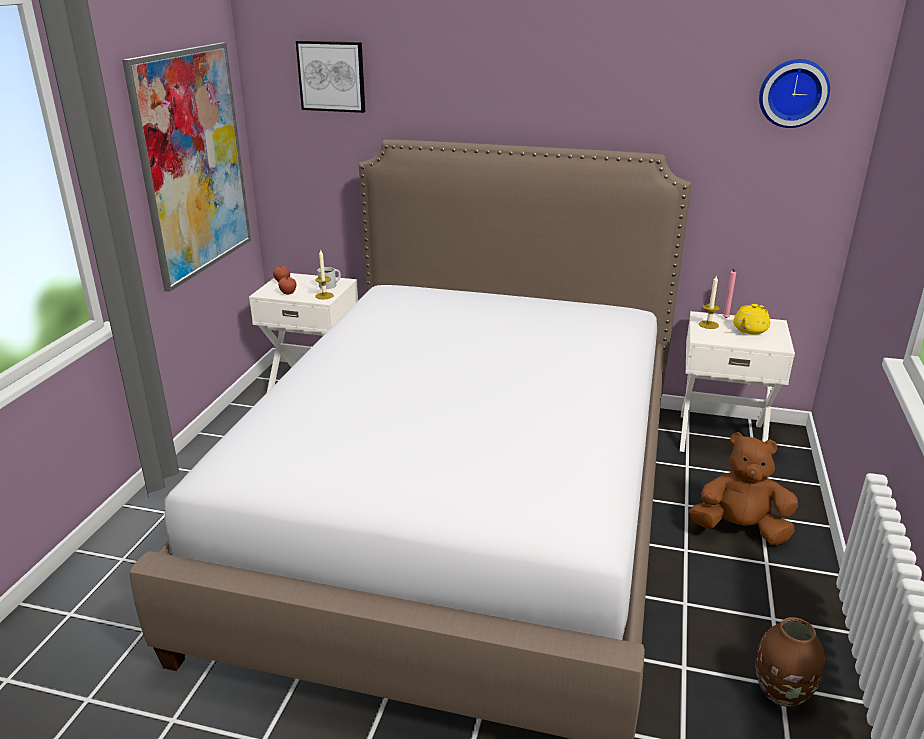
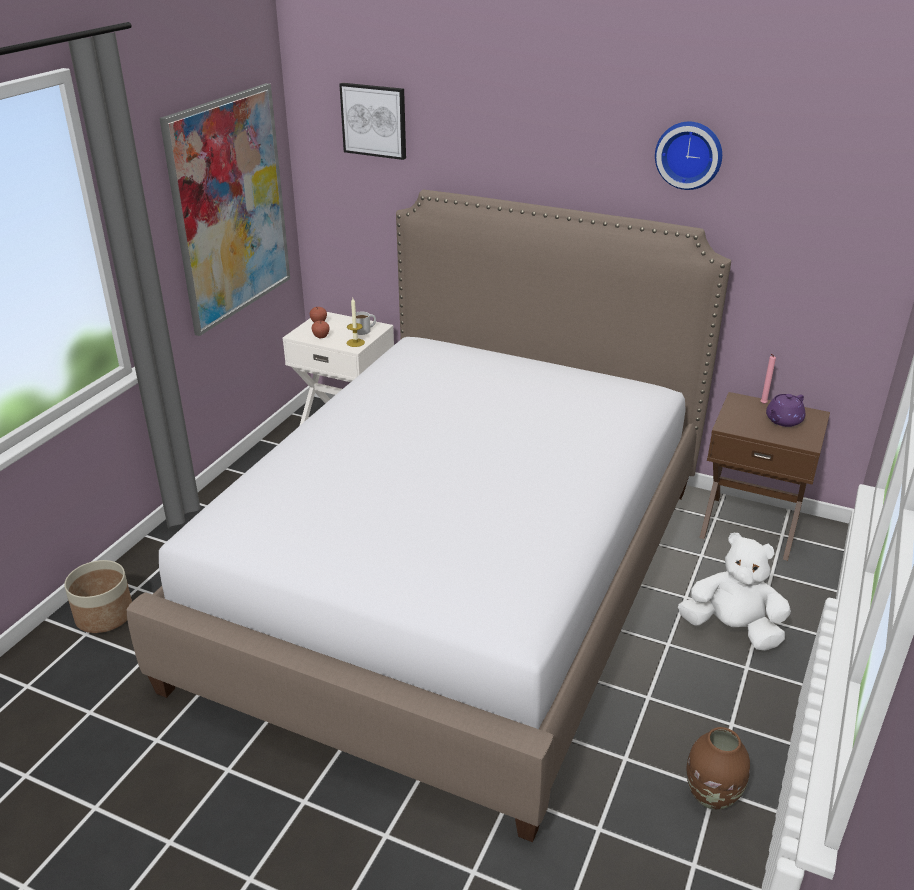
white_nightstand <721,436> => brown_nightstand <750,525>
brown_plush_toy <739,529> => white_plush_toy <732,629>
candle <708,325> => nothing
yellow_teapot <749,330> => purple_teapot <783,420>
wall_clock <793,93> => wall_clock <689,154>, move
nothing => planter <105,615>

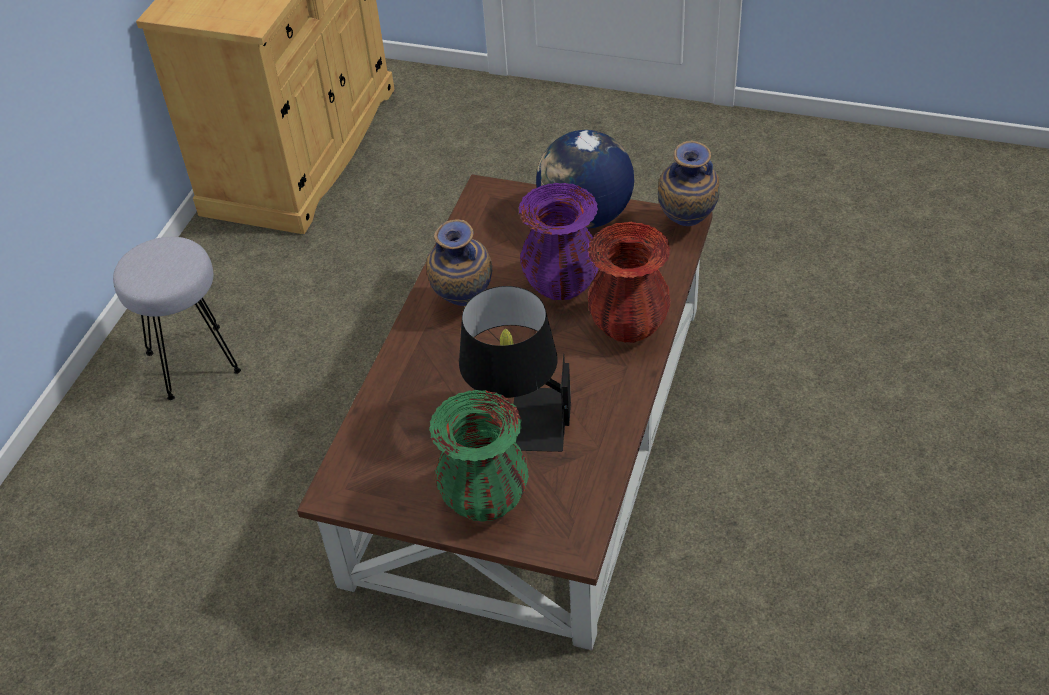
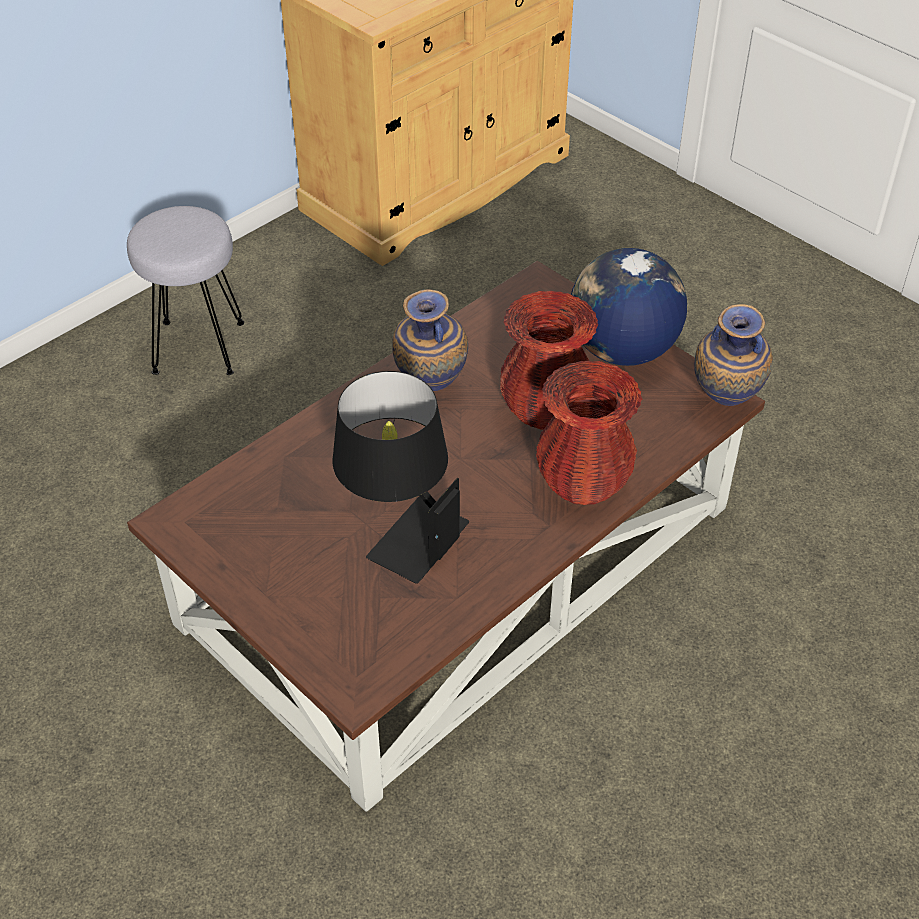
green_vase <484,499> => nothing
purple_vase <561,284> => red_vase <545,410>

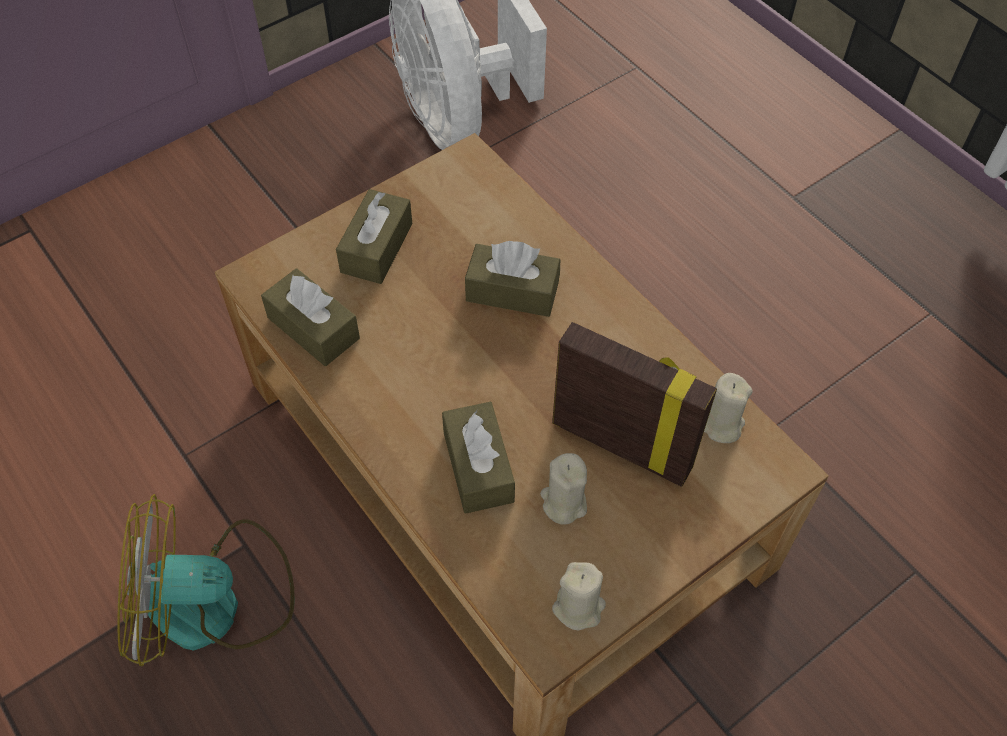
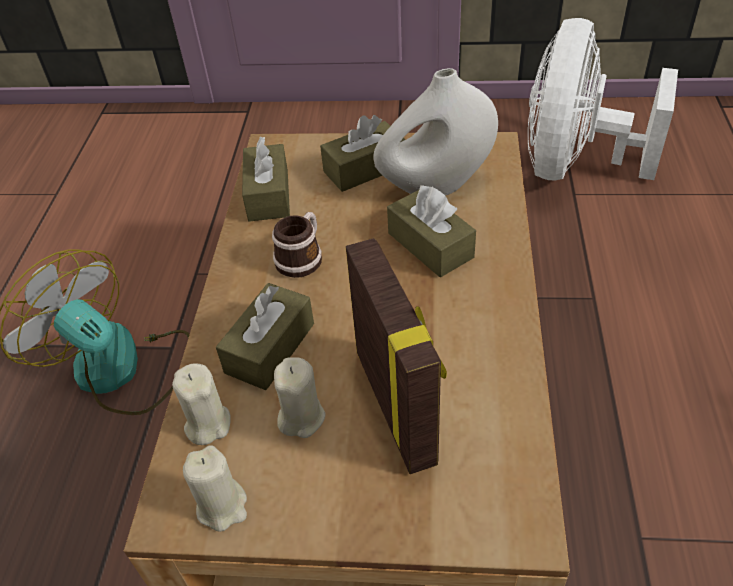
beige_candle <720,424> => beige_candle <207,424>, move
nothing => mug <302,257>
nothing => white_vase <435,187>

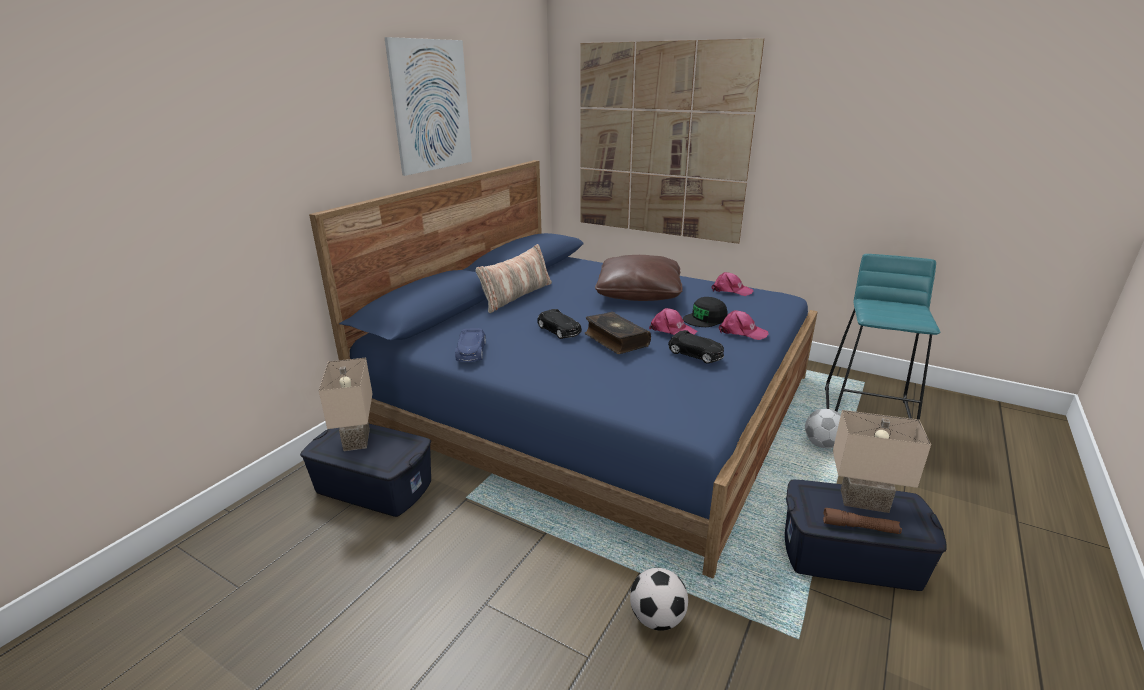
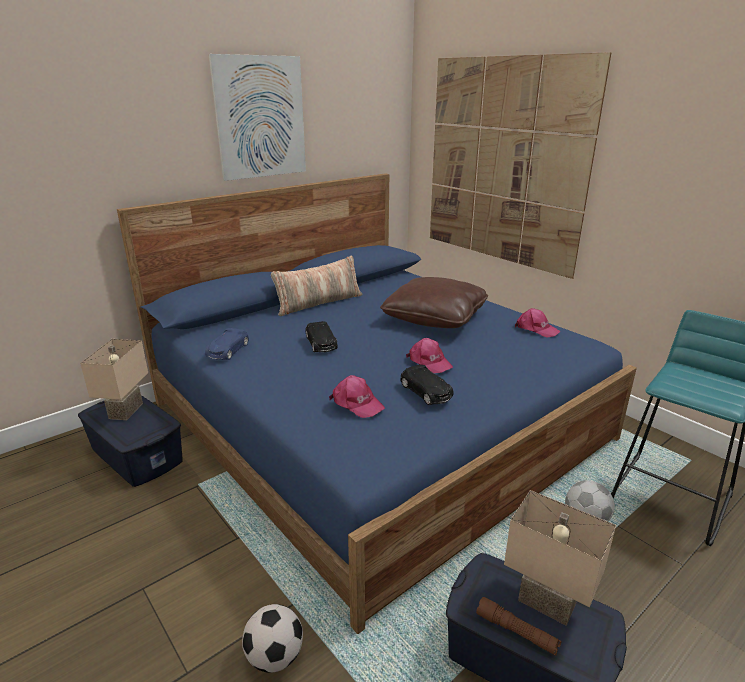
book <615,340> => nothing
black_cap <705,319> => nothing
pink_cap <741,332> => pink_cap <356,403>, move

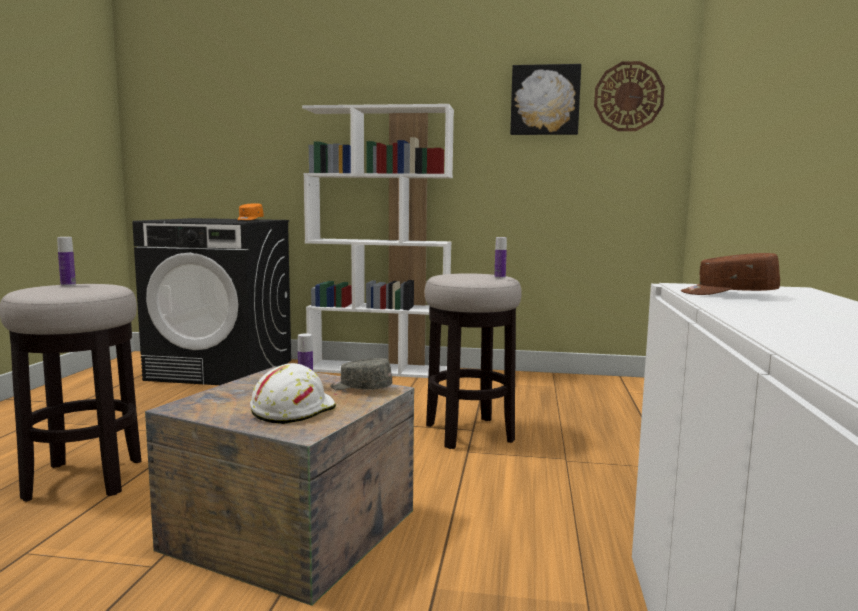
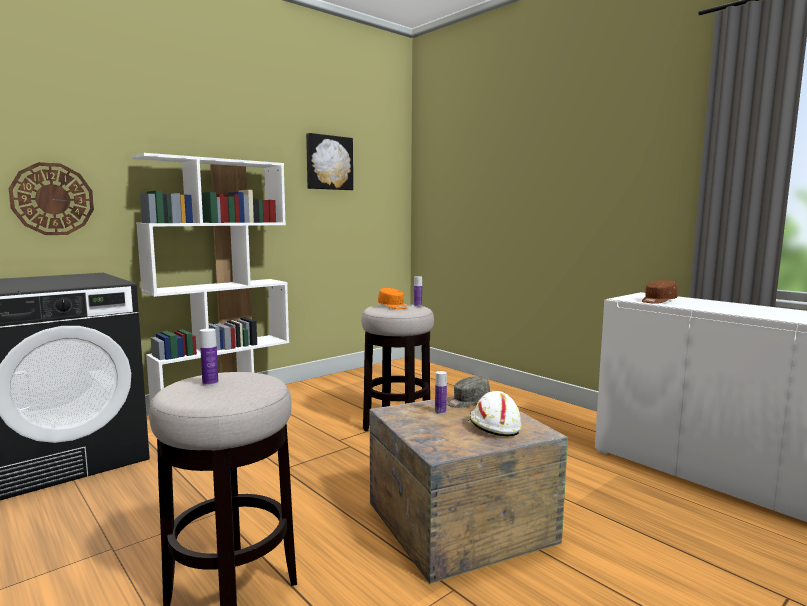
orange_cap <249,219> => orange_cap <393,306>, move
wall_clock <628,96> => wall_clock <52,199>, move

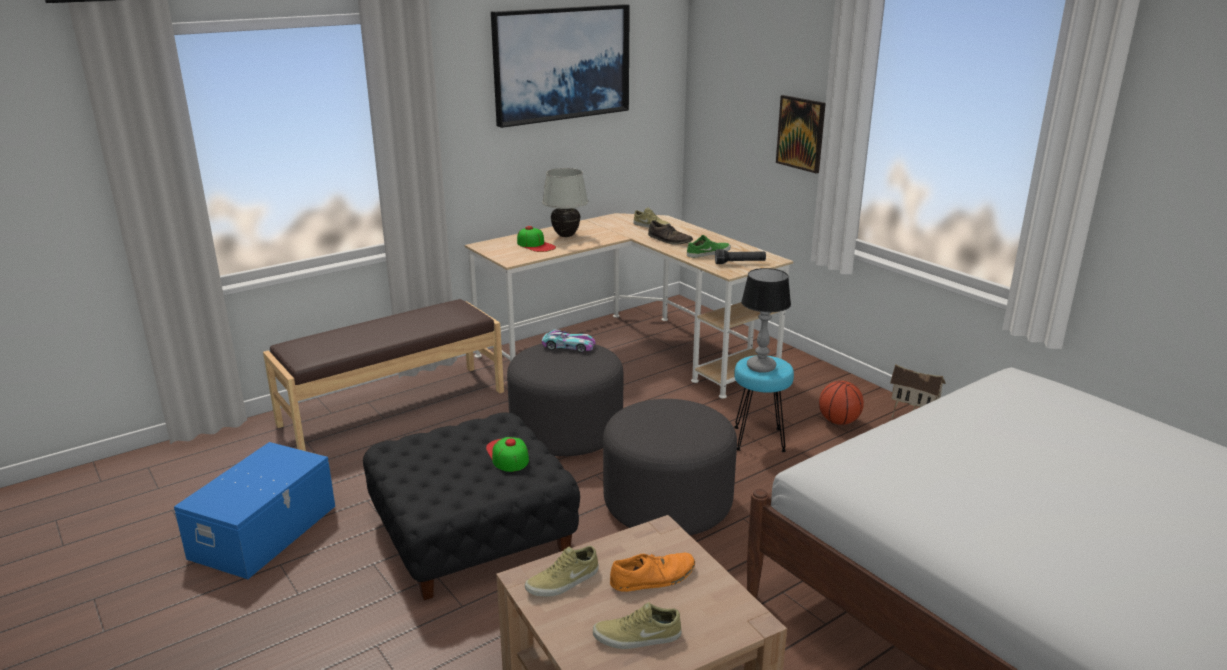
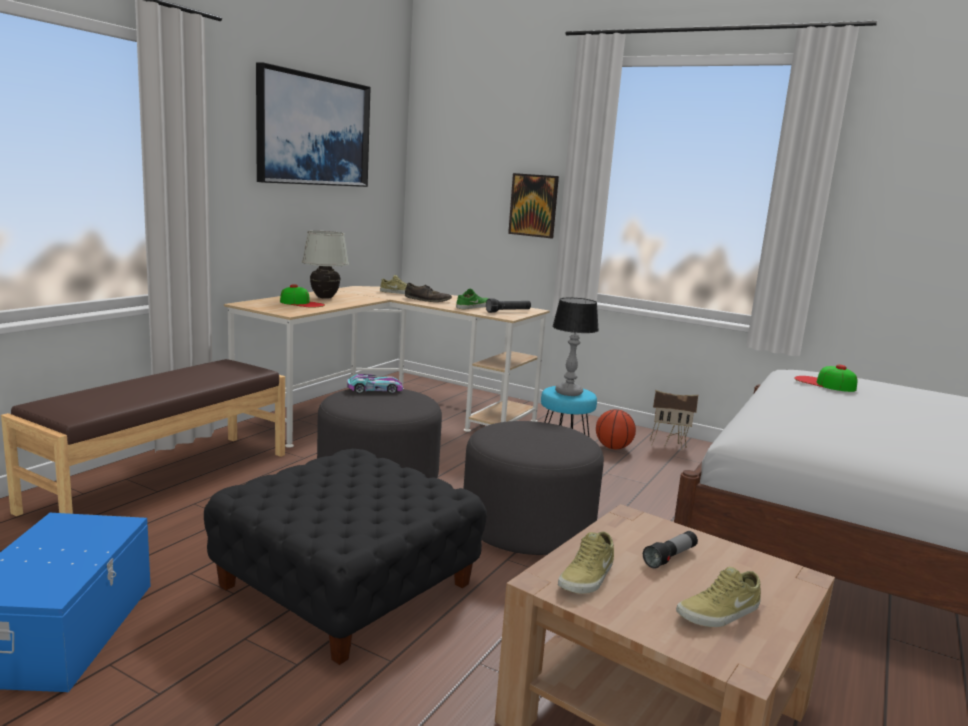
cap <507,454> => cap <824,383>, move
orange_shoe <653,578> => flashlight <670,557>

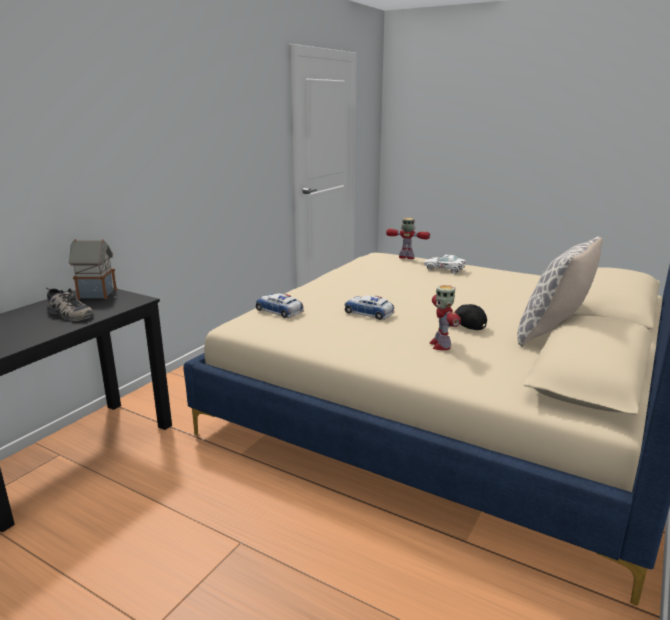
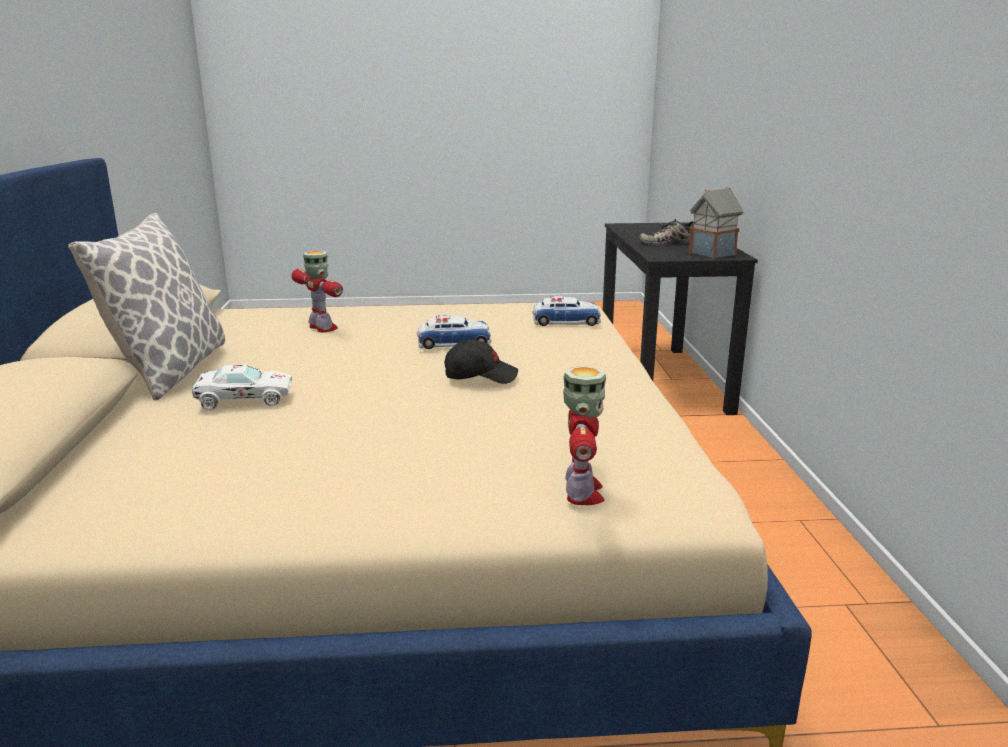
toy_robot <407,257> => toy_robot <582,493>, 75 degrees counterclockwise
white_toy_car <446,269> => white_toy_car <241,399>, move
black_cap <463,325> => black_cap <480,376>, move

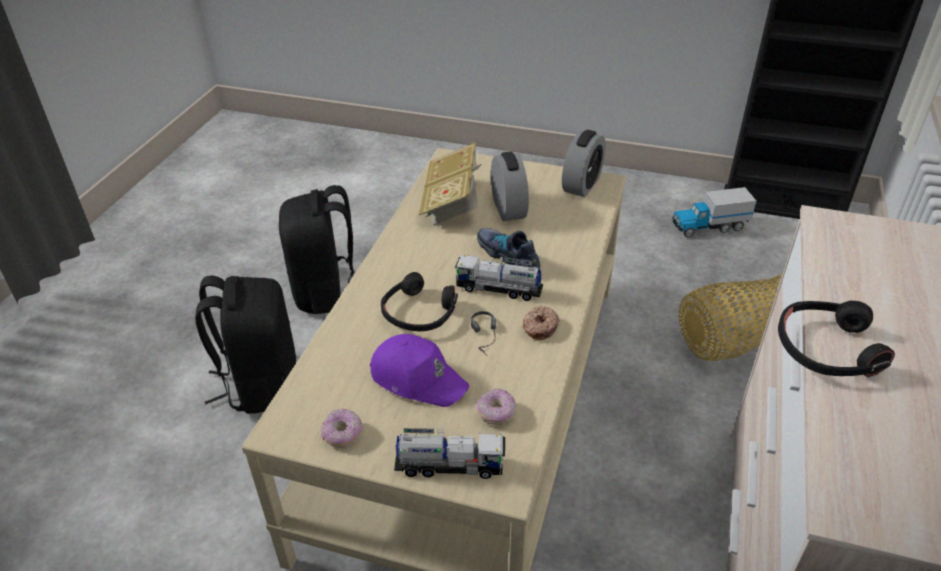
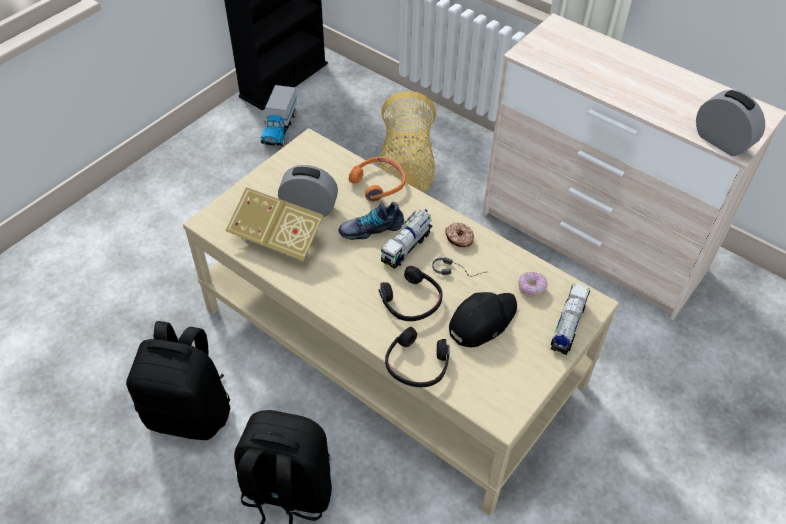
donut <343,435> => nothing
purple_cap <418,378> => black_cap <481,321>
alarm_clock <582,185> => alarm_clock <721,141>, move
black_headphones <826,349> => black_headphones <417,364>, move
nothing => orange_headphones <378,183>

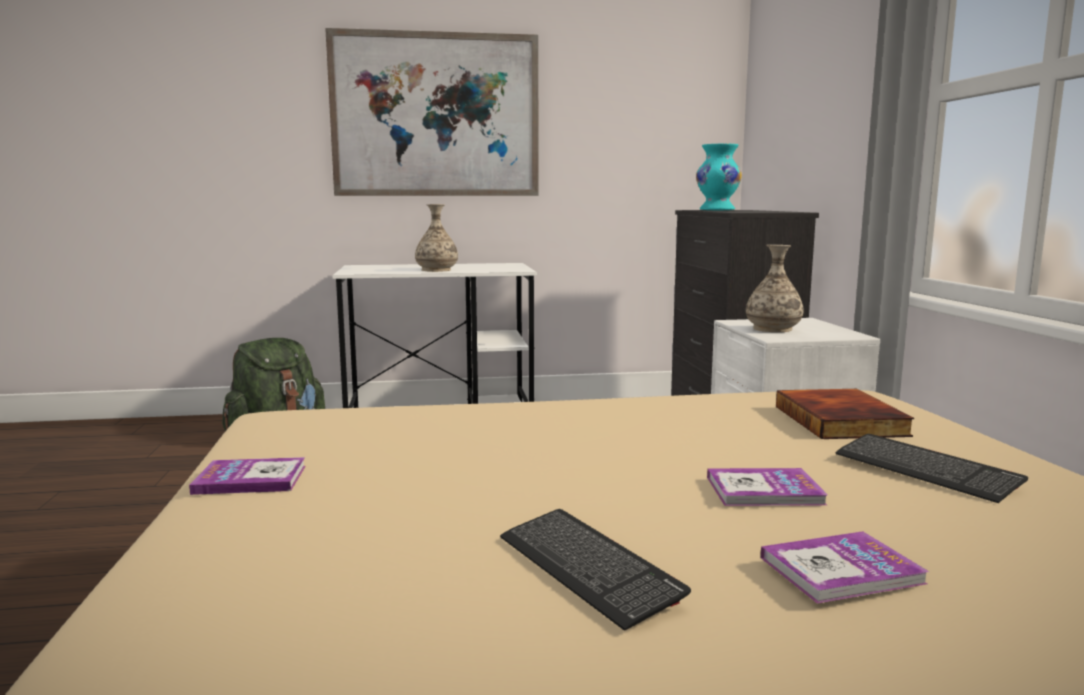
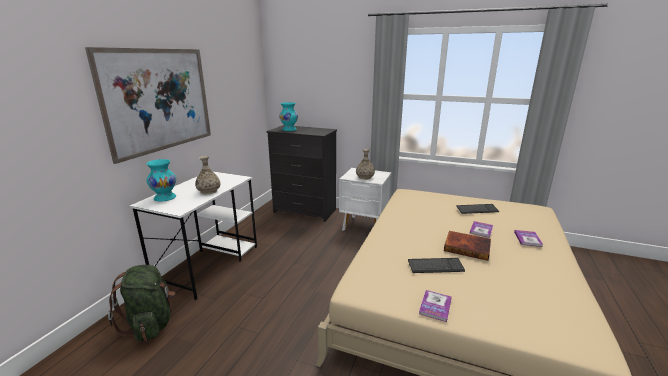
keyboard <587,568> => keyboard <435,266>, move
book <842,421> => book <467,247>, move
nothing => turquoise_vase <165,198>

